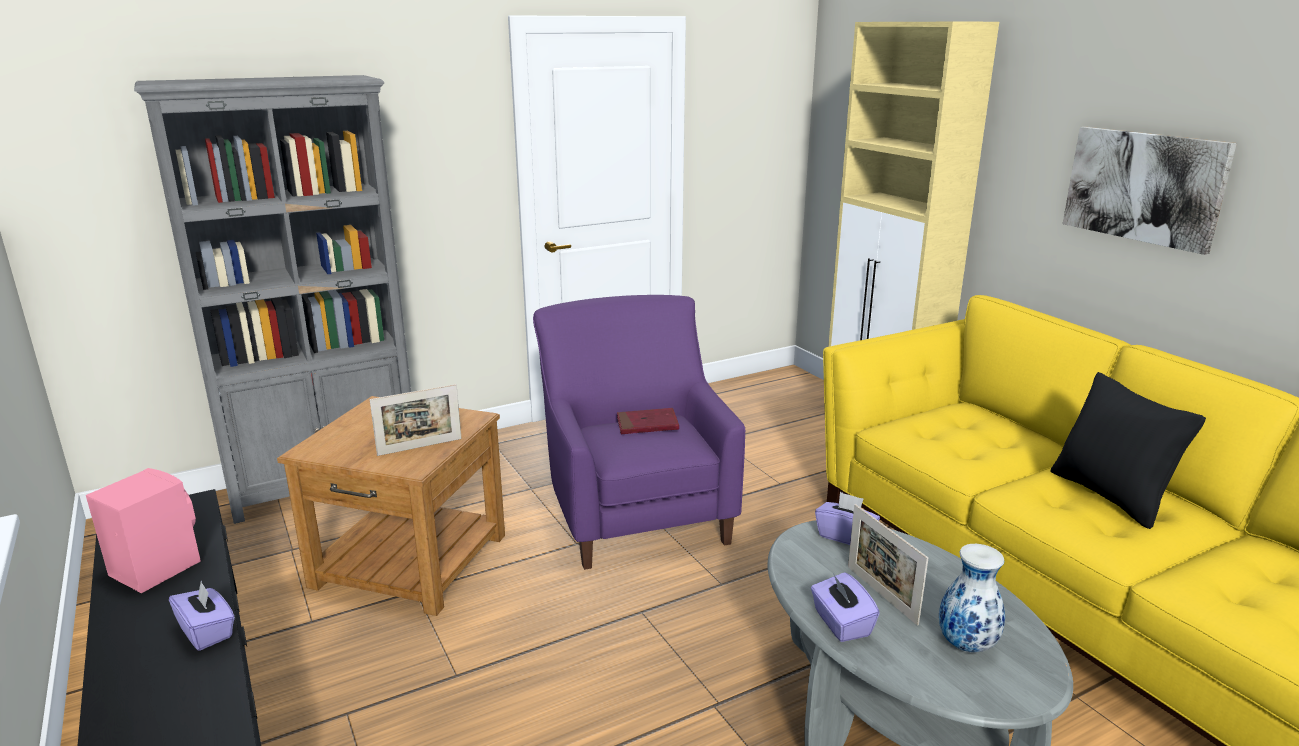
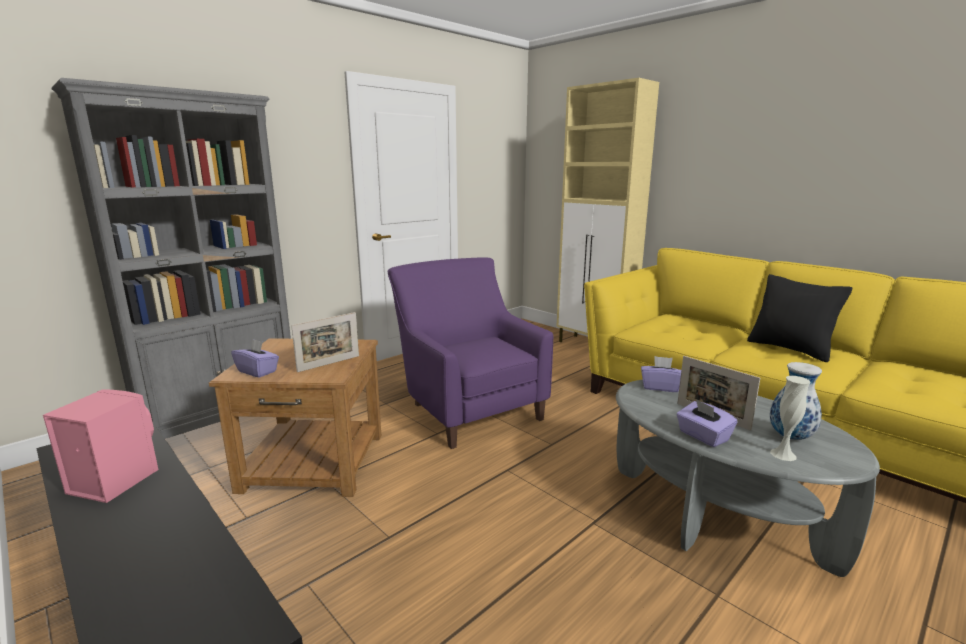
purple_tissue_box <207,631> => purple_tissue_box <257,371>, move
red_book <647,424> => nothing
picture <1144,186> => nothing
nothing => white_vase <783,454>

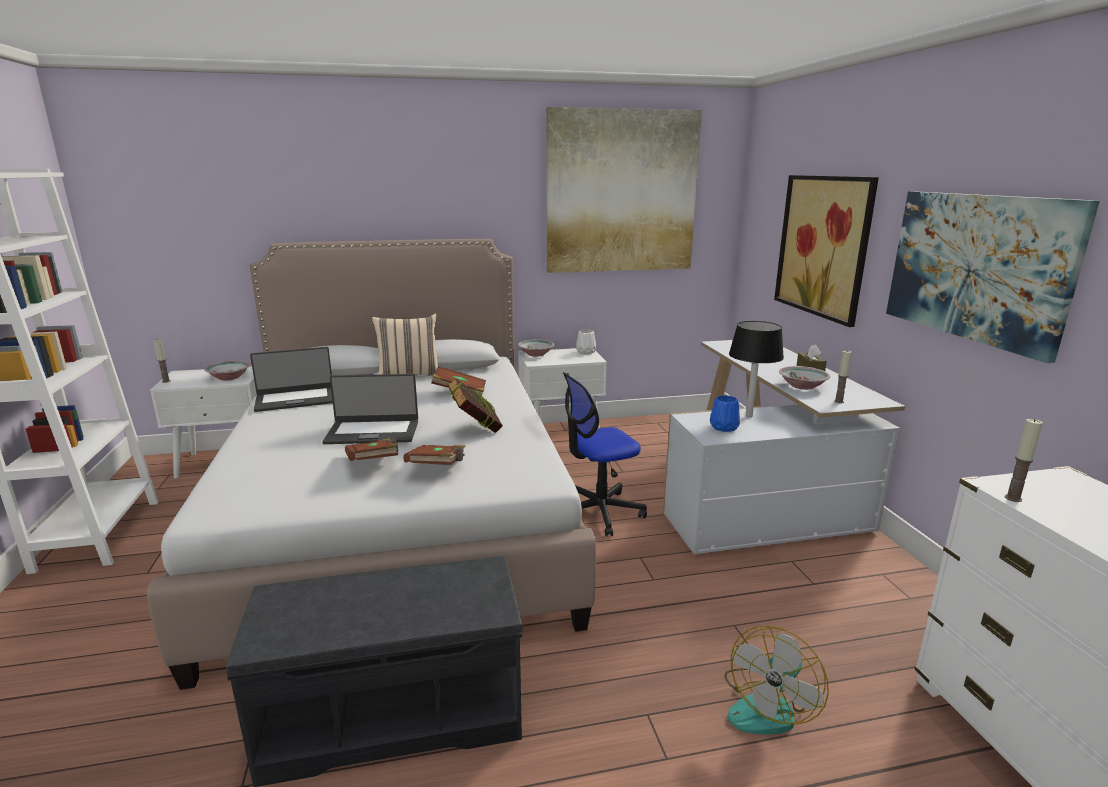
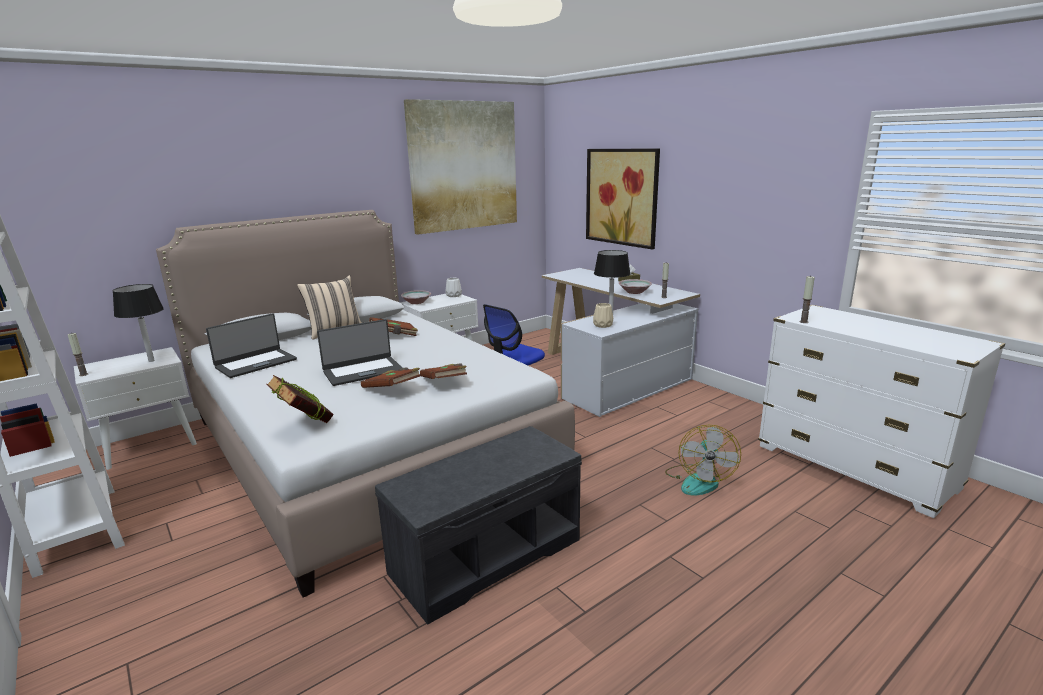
bowl <229,377> => black_table_lamp <151,360>
book <476,430> => book <304,425>, move
blue_vase <724,427> => beige_vase <603,325>
picture <976,267> => nothing

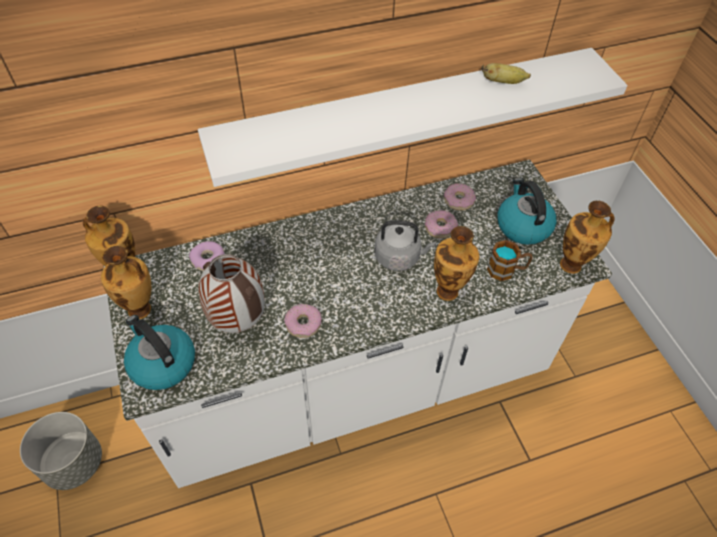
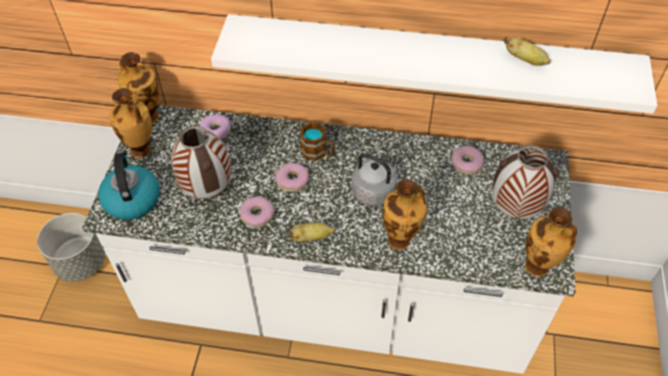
donut <440,228> => donut <292,181>, move
mug <506,270> => mug <318,153>, move
kettle <522,226> => vase <513,211>
nothing => banana <311,237>

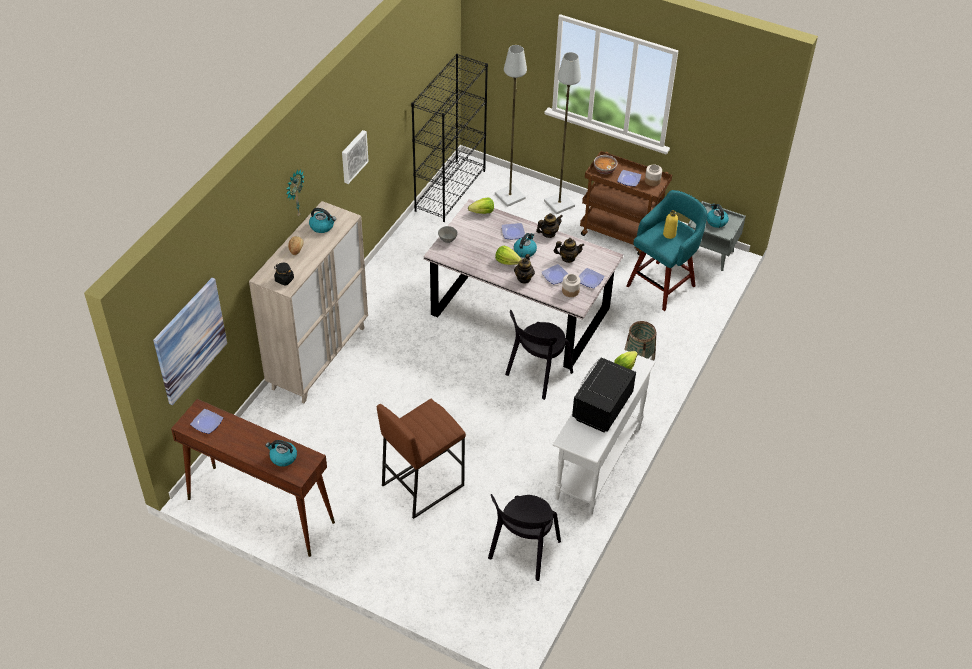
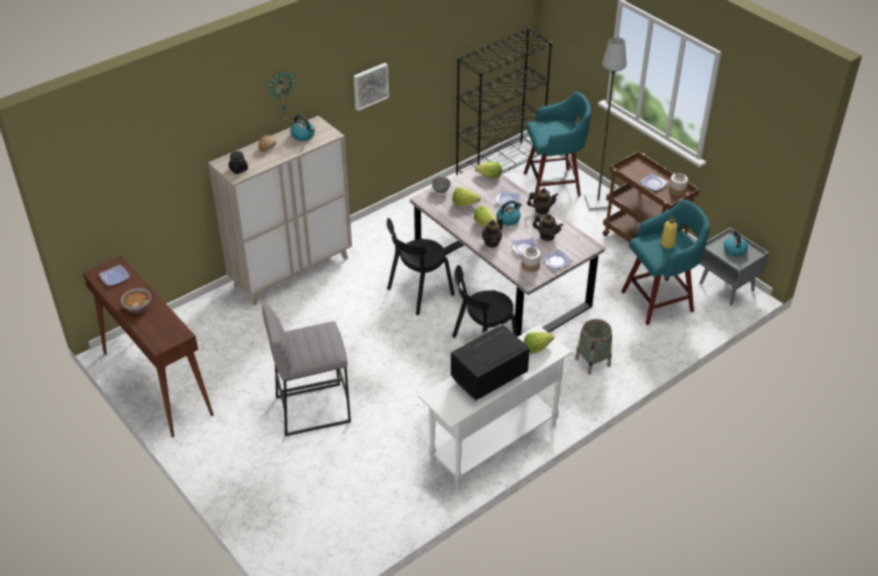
picture <190,340> => nothing
kettle <283,457> => nothing
brown_stool <422,484> => grey_stool <313,408>
black_chair <523,552> => black_chair <418,293>, move
grey_floor_lamp <510,196> => turquoise_stool <554,184>
bowl <604,170> => bowl <138,307>, move
nothing => lettuce <464,203>

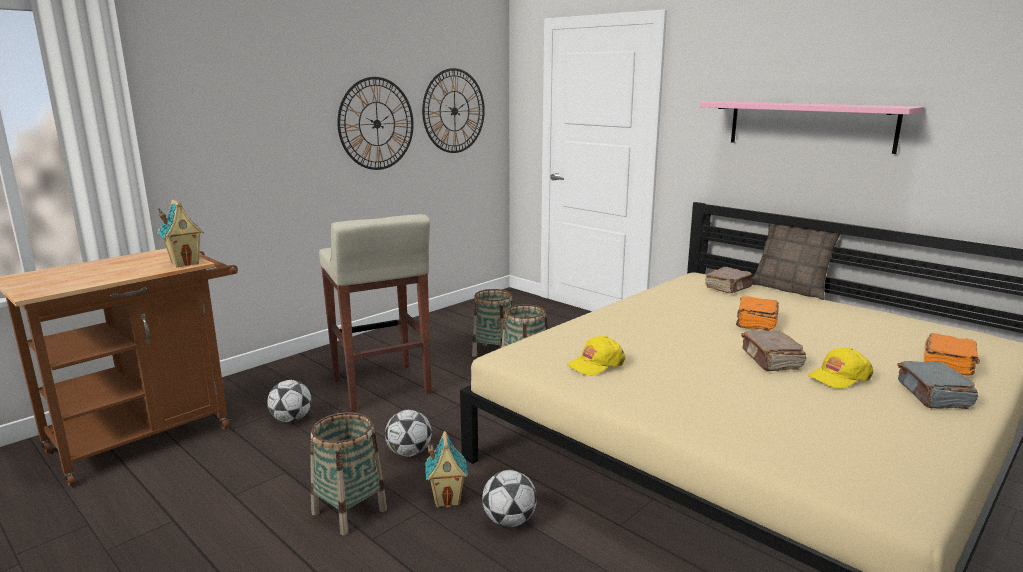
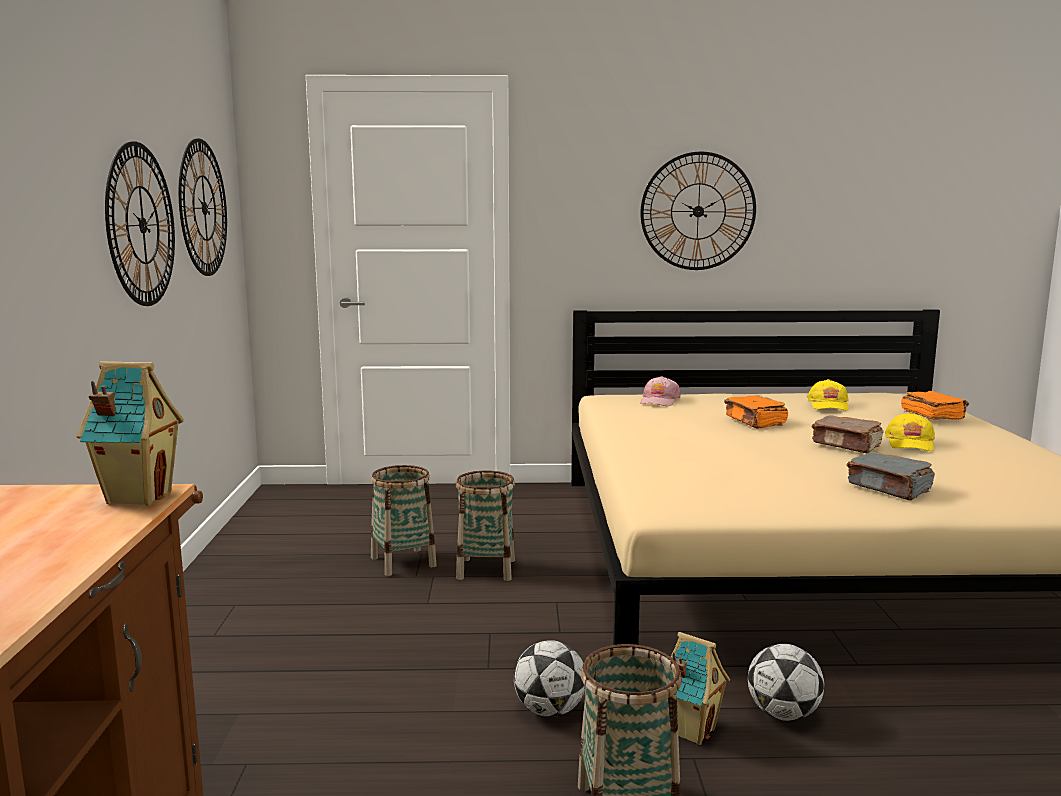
football <291,419> => nothing
beige_stool <381,388> => nothing
yellow_cap <596,364> => yellow_cap <828,405>, move
pink_shelf <810,125> => wall_clock <698,211>
brown_book <728,288> => pink_cap <659,401>
pillow <791,289> => nothing
grey_book <933,396> => grey_book <889,489>, move

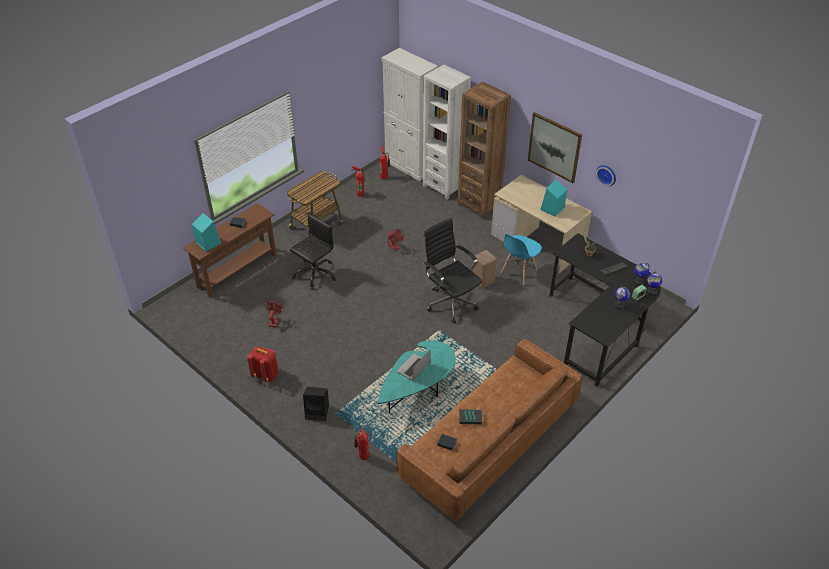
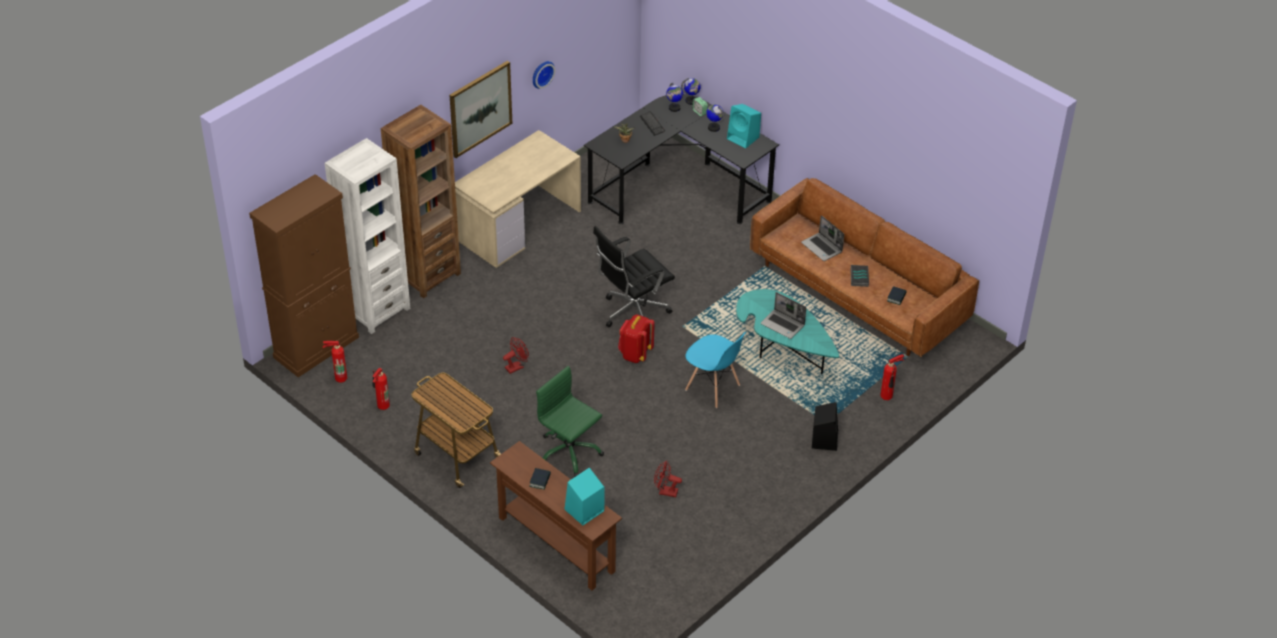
red_backpack <266,375> => red_backpack <635,354>, move
black_office_chair <315,274> => green_office_chair <569,452>
white_cabinet <410,166> => brown_cabinet <316,347>
beige_stool <483,280> => nothing
blue_chair <518,272> => blue_chair <713,388>, move
turquoise_speaker <552,209> => turquoise_speaker <744,138>, move
nothing => laptop <822,248>

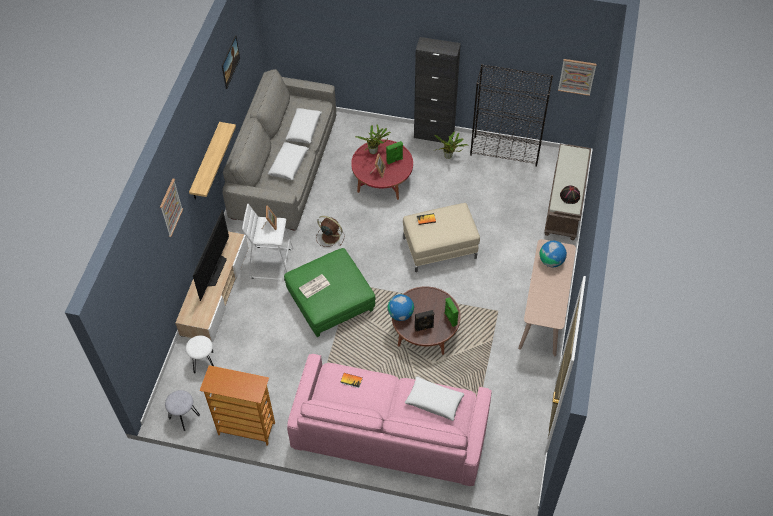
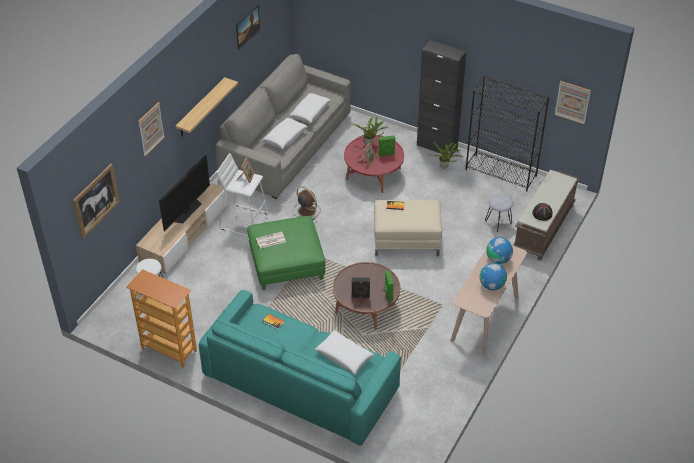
grey_stool <184,416> => grey_stool <498,222>, move
pink_sofa <390,432> => turquoise_sofa <300,383>
globe <400,314> => globe <492,285>, move
nothing => picture <96,200>

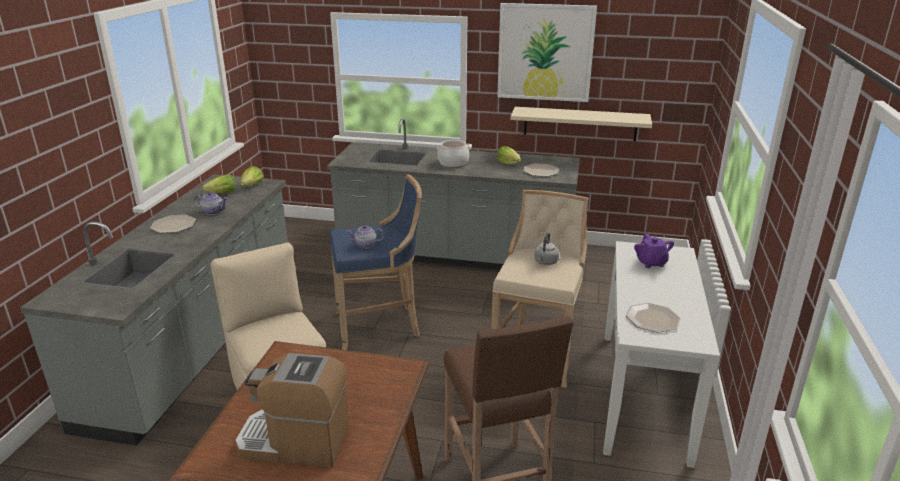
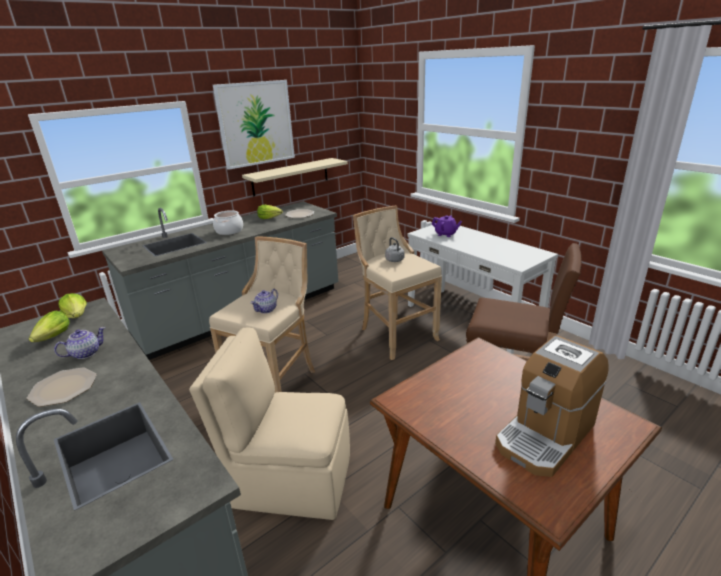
blue_stool <380,326> => beige_stool <276,384>
plate <653,319> => nothing

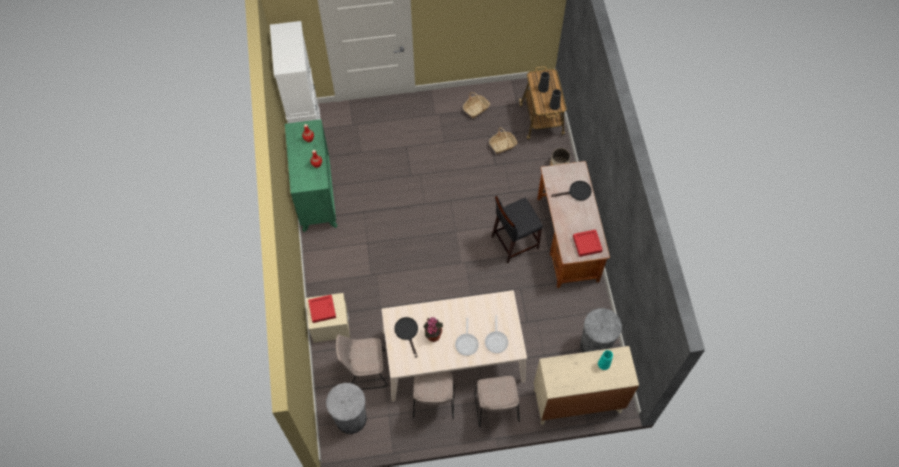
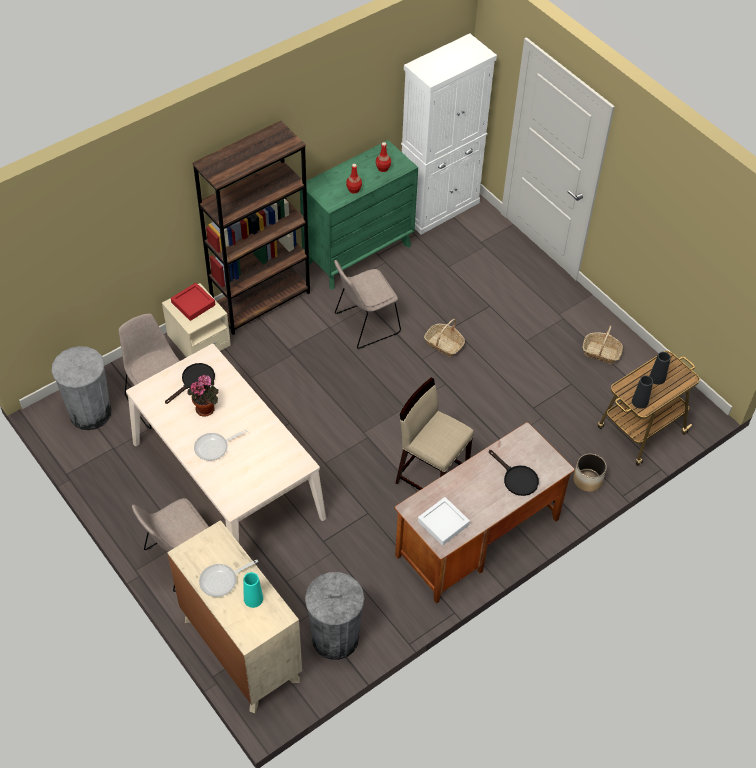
beige_chair <433,402> => beige_chair <365,324>, move
frying_pan <496,340> => frying_pan <222,581>, move
basket <502,145> => basket <444,344>, move
black_stool <514,242> => beige_stool <431,478>
red_tray <587,244> => white_tray <443,523>
nothing => brown_bookcase <261,302>

